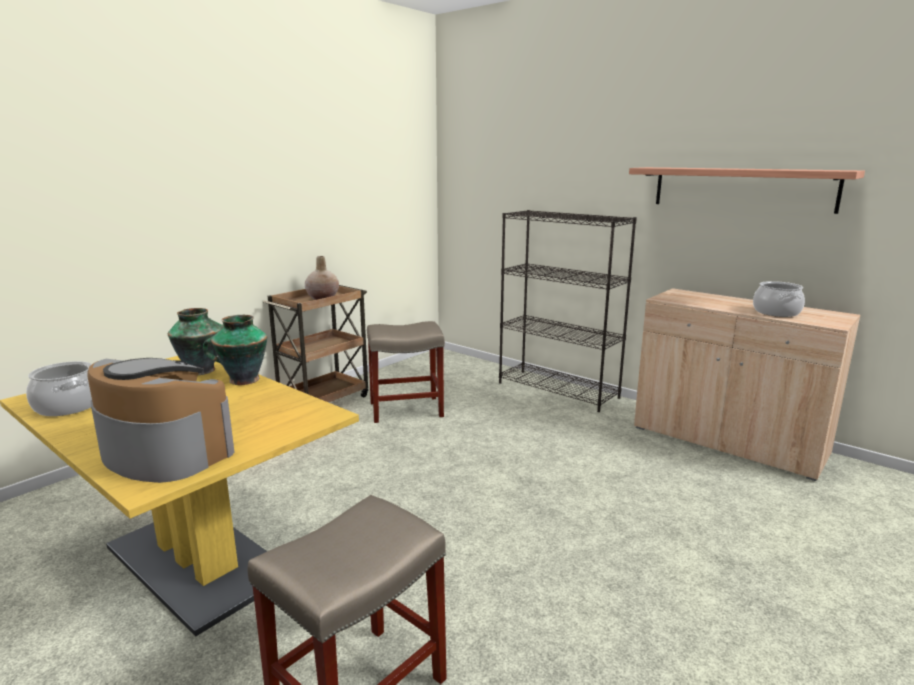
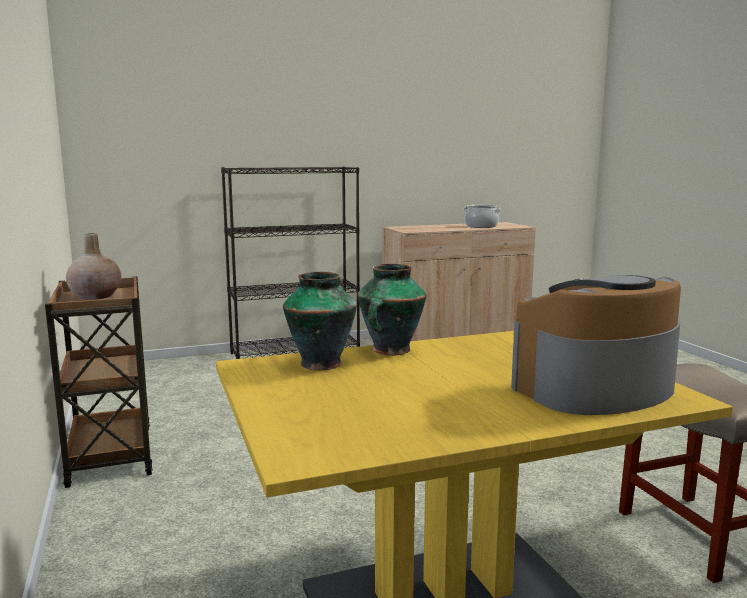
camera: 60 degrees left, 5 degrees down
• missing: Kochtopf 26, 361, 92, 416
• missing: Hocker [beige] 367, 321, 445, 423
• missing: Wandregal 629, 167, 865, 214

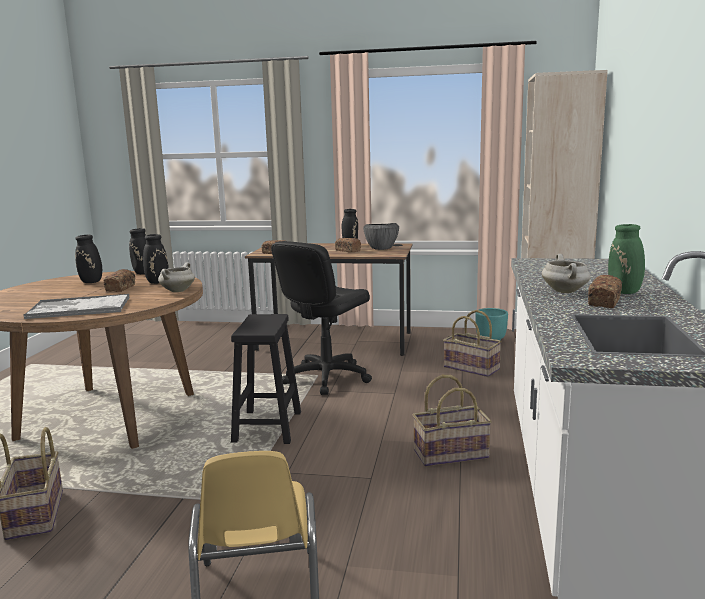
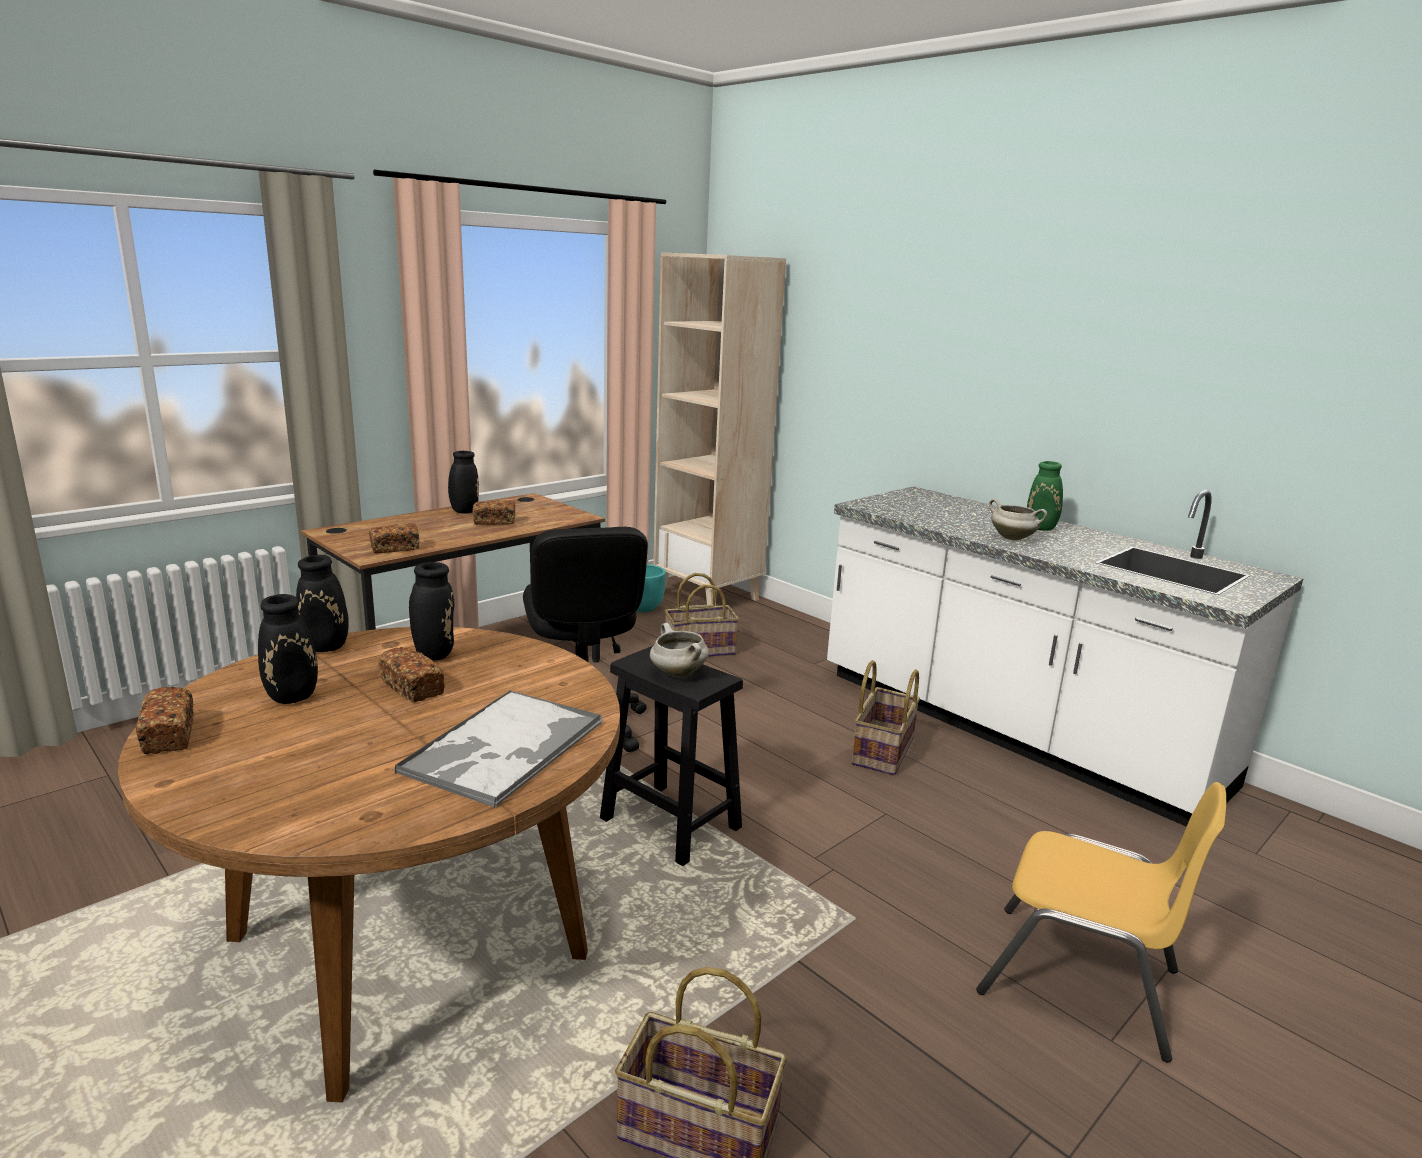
camera: 55 degrees left, 5 degrees up
• relocated: Kochtopf [weiß] 158, 262, 195, 292 to 650, 623, 709, 677
• missing: Schüssel 363, 223, 399, 250
• relocated: Brot 588, 275, 622, 308 to 136, 687, 194, 754

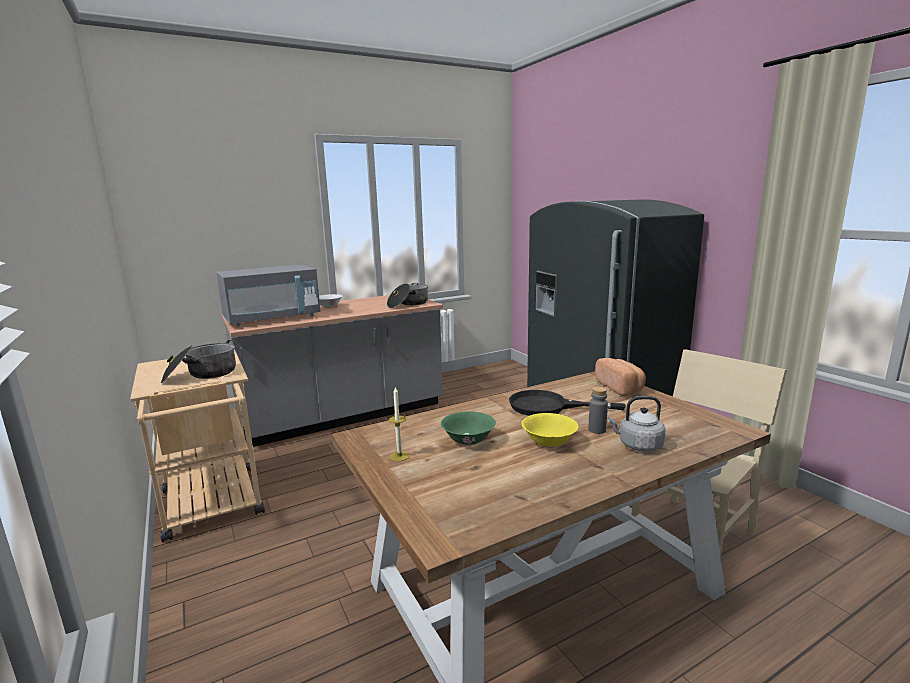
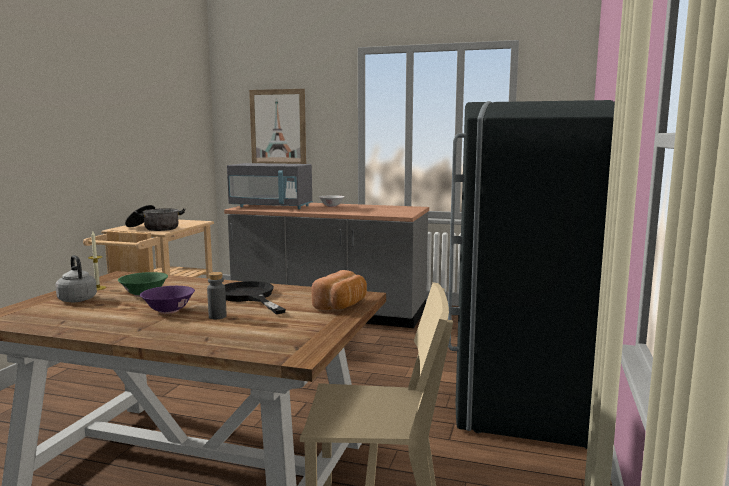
camera: 45 degrees right, 5 degrees down
• missing: Kochtopf 387, 283, 428, 308
• colour: Schüssel [gelb] 521, 413, 579, 448 to Schüssel [lila] 140, 286, 195, 314
• relocated: Wasserkessel [grau] 608, 396, 666, 452 to 55, 255, 97, 302
• appeared: Bild 249, 89, 306, 164

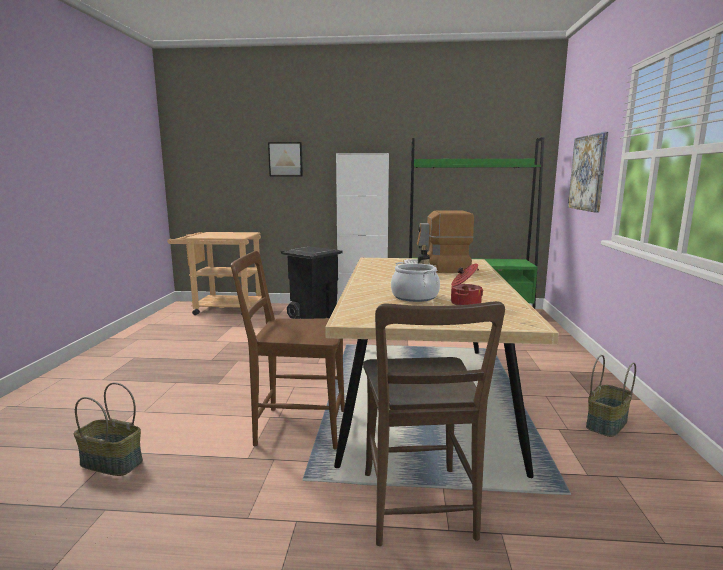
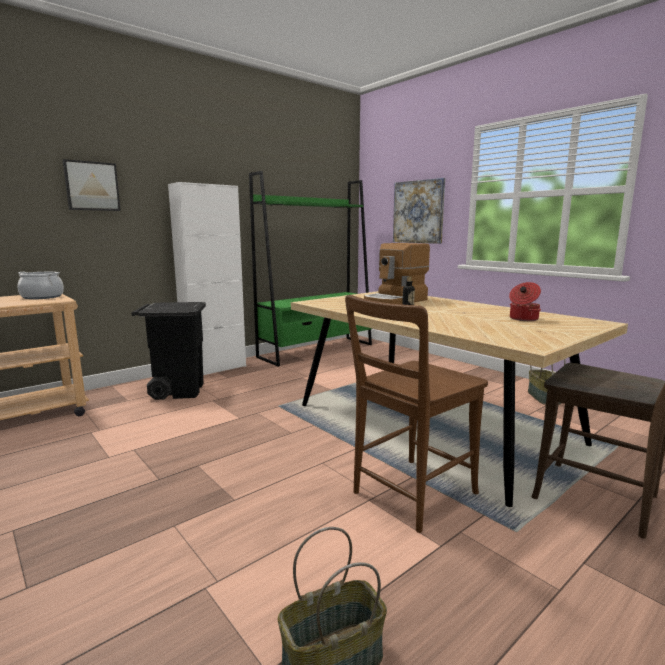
camera: 45 degrees left, 0 degrees up
• relocated: Kochtopf 391, 262, 440, 302 to 17, 272, 64, 300

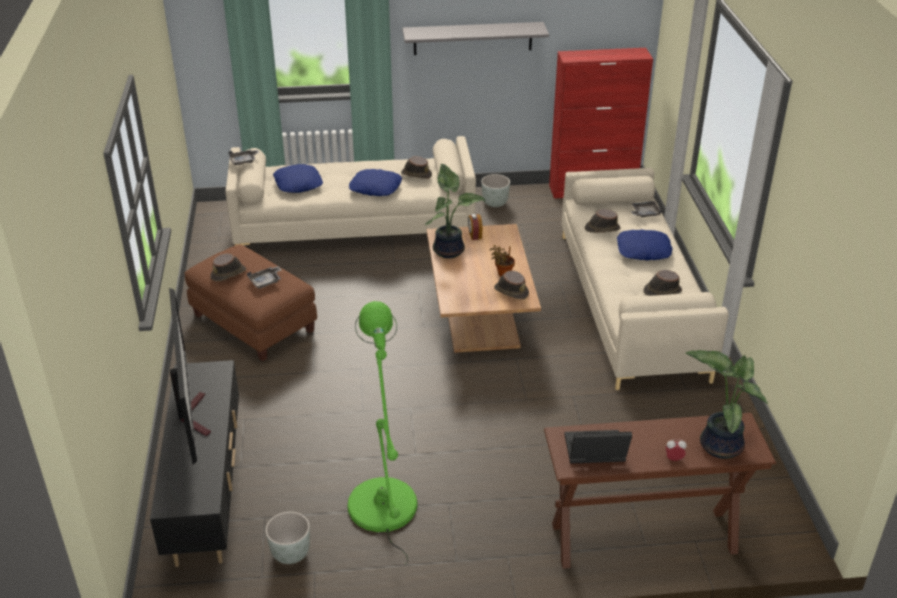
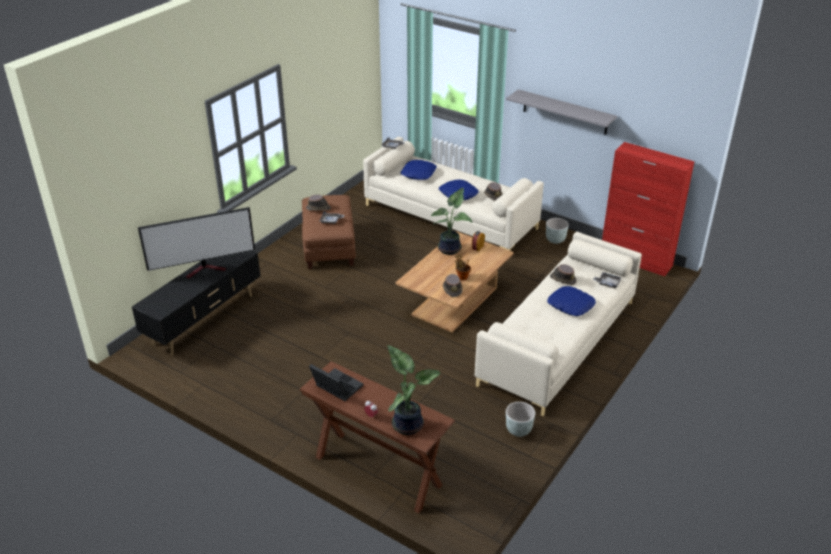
camera: 40 degrees right, 0 degrees up
• spun: Fernseher 169, 288, 211, 465 = 138, 207, 255, 278 45 degrees clockwise
• relocated: Pflanzkübel [grau] 265, 512, 310, 564 to 506, 402, 535, 437
• missing: Stehlampe [grün] 347, 301, 418, 565
• missing: Hut [braun] 643, 270, 682, 296

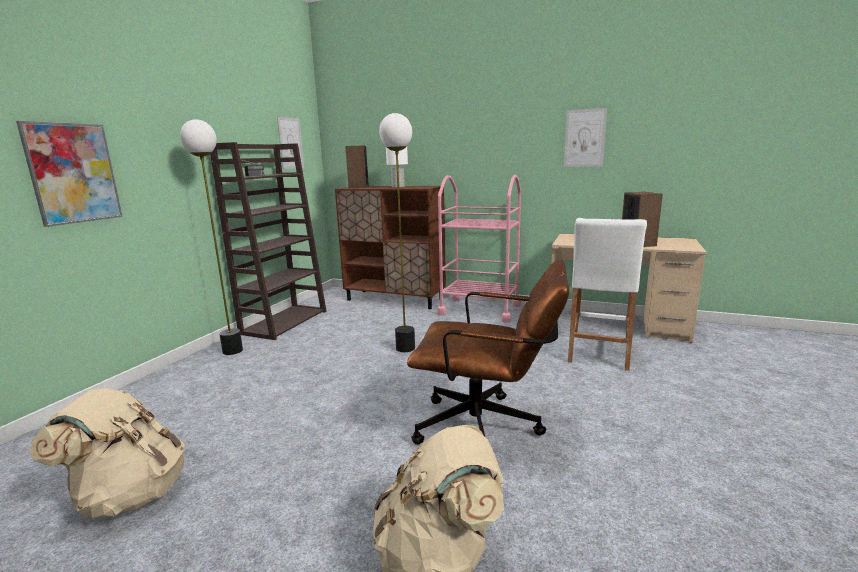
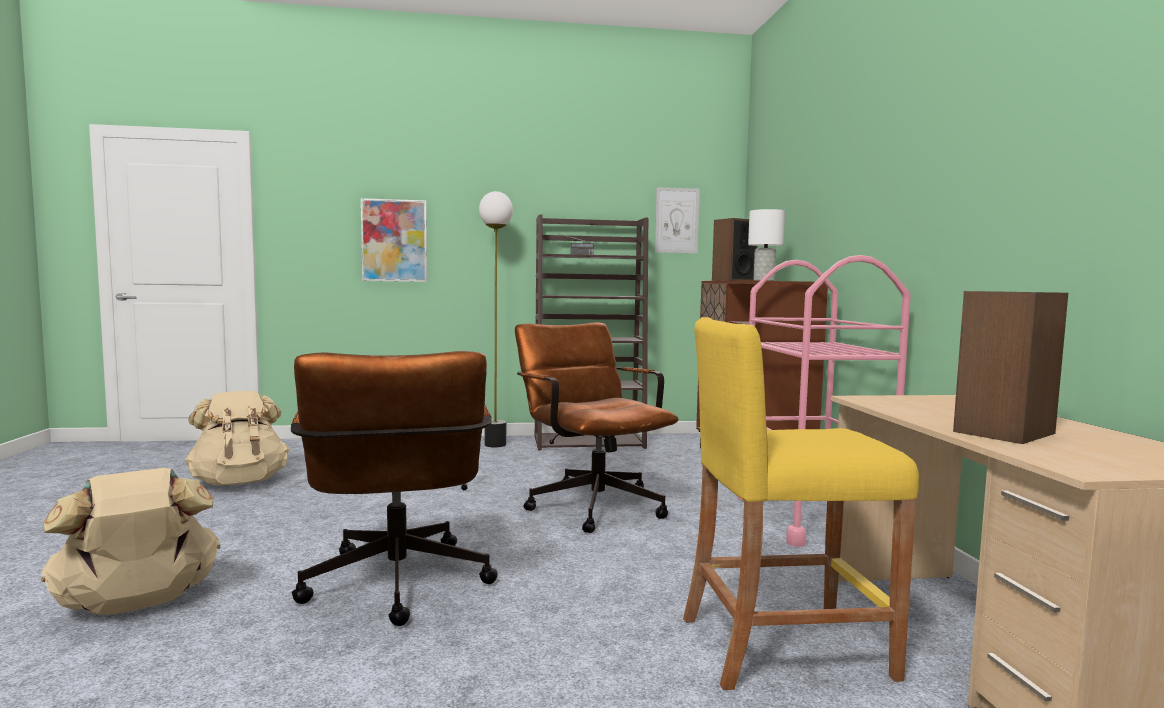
camera: 60 degrees right, 10 degrees down
• exchanged: Stehlampe 379, 113, 415, 352 to Bürostuhl [braun] 515, 322, 679, 533
• missing: Bild 564, 108, 607, 167
• colour: Hocker [weiß] 568, 218, 647, 371 to Hocker [gelb] 683, 317, 919, 690

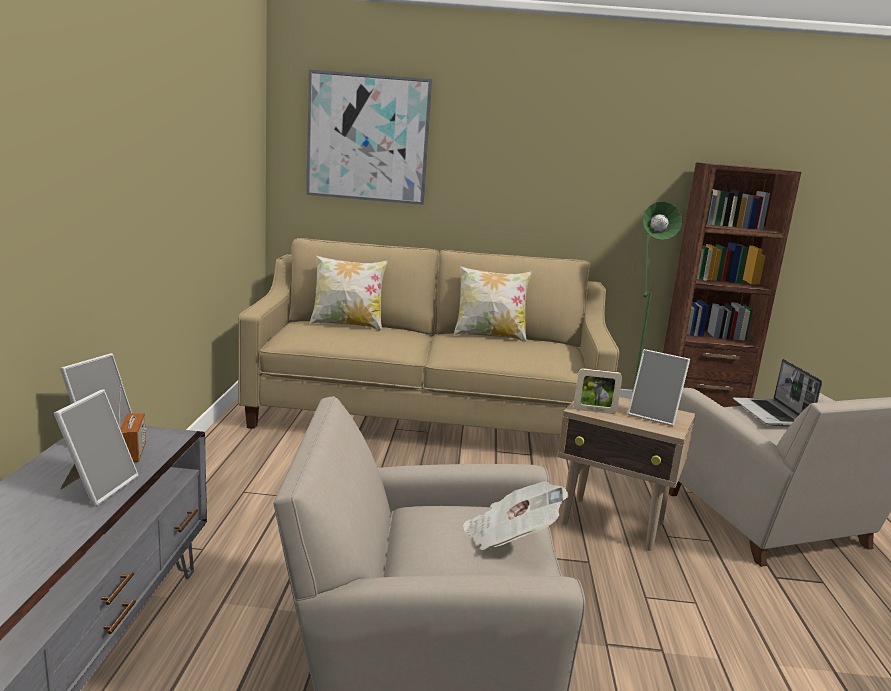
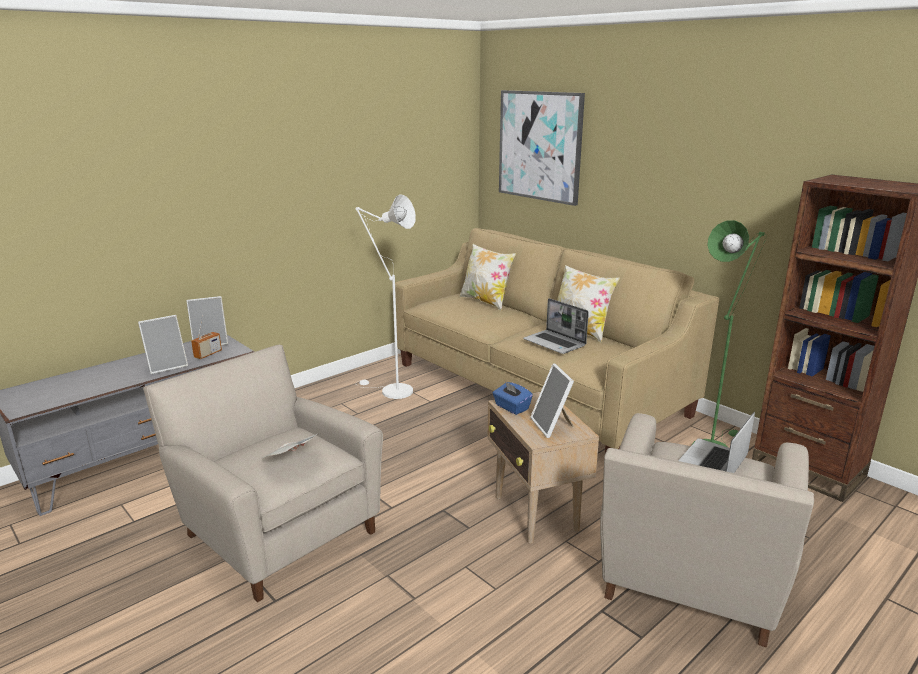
camera: 45 degrees right, 5 degrees up
• exchanged: Bilderrahmen 574, 368, 622, 414 to Taschentuchbox [blau] 493, 381, 533, 415
• appeared: Stehlampe [weiß] 355, 195, 416, 399
• appeared: Laptop 523, 298, 589, 354

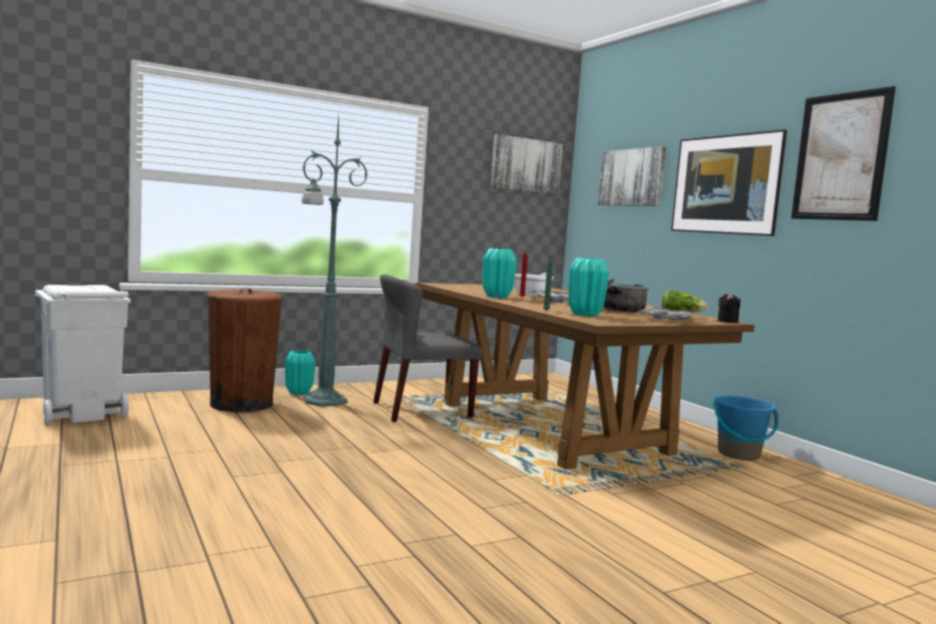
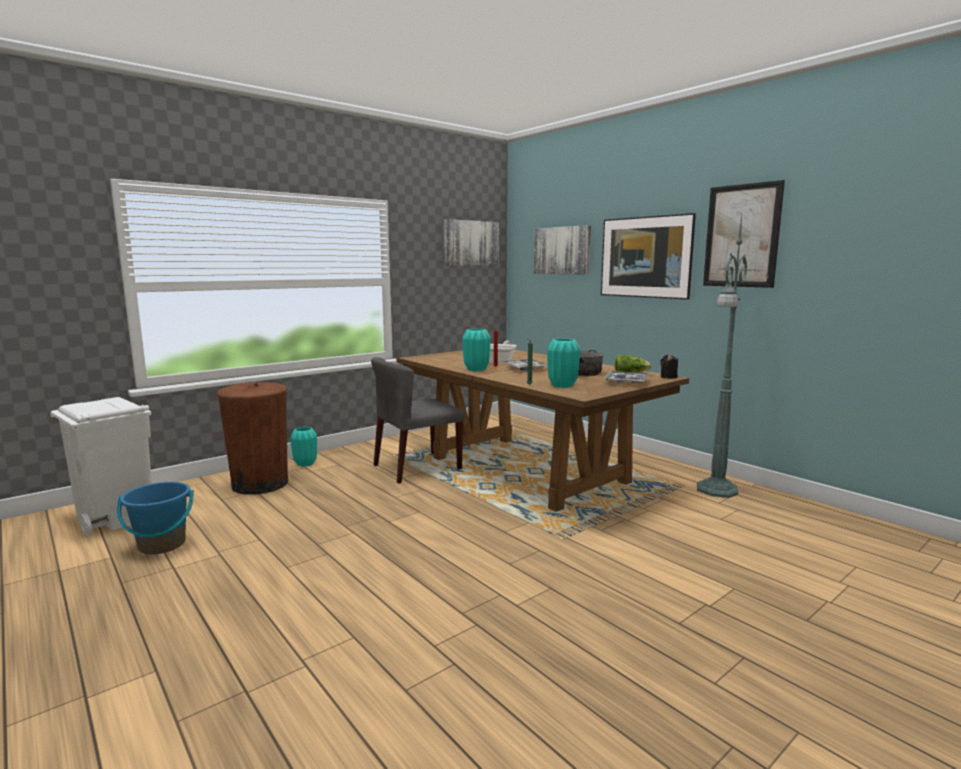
camera: 10 degrees left, 5 degrees up
• relocated: Stehlampe [grün] 302, 116, 368, 407 to 697, 214, 747, 498
• relocated: Eimer [blau] 713, 395, 779, 461 to 117, 482, 194, 555

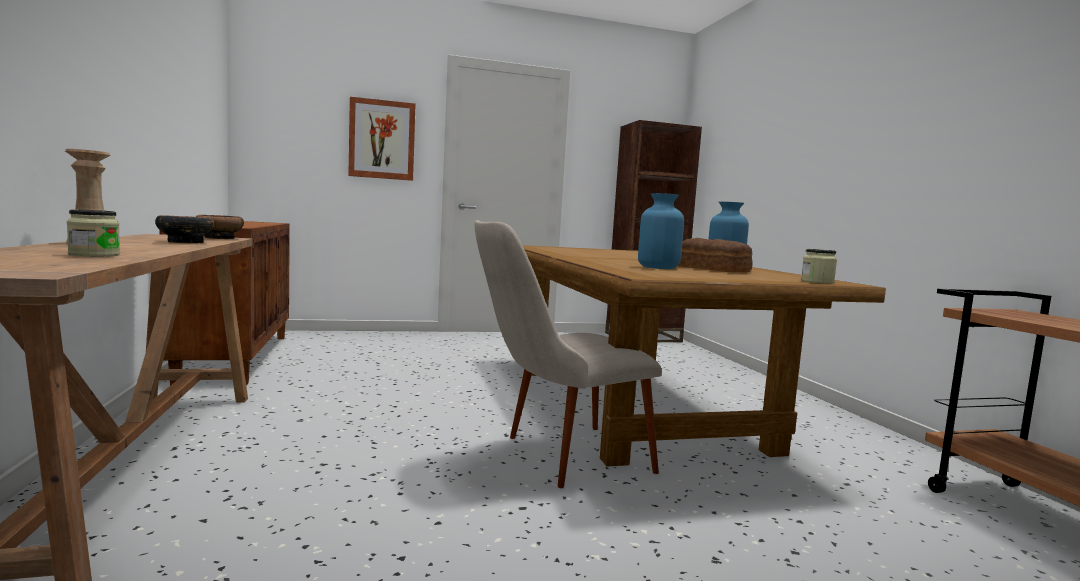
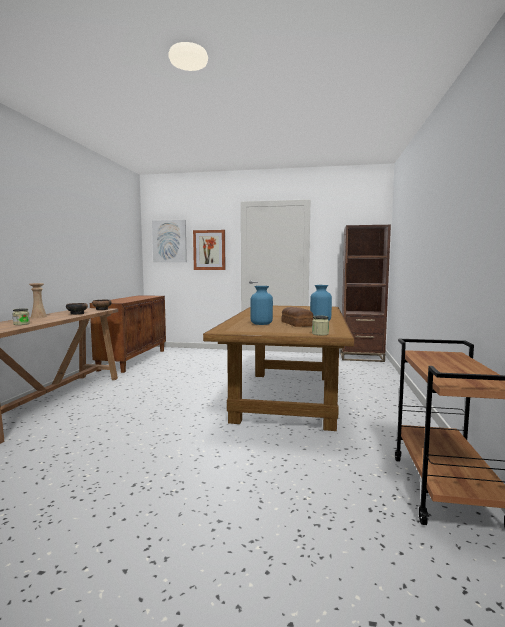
camera: 25 degrees right, 0 degrees up
• missing: Stuhl [beige] 475, 220, 662, 488
• appeared: Bild 152, 220, 187, 262

